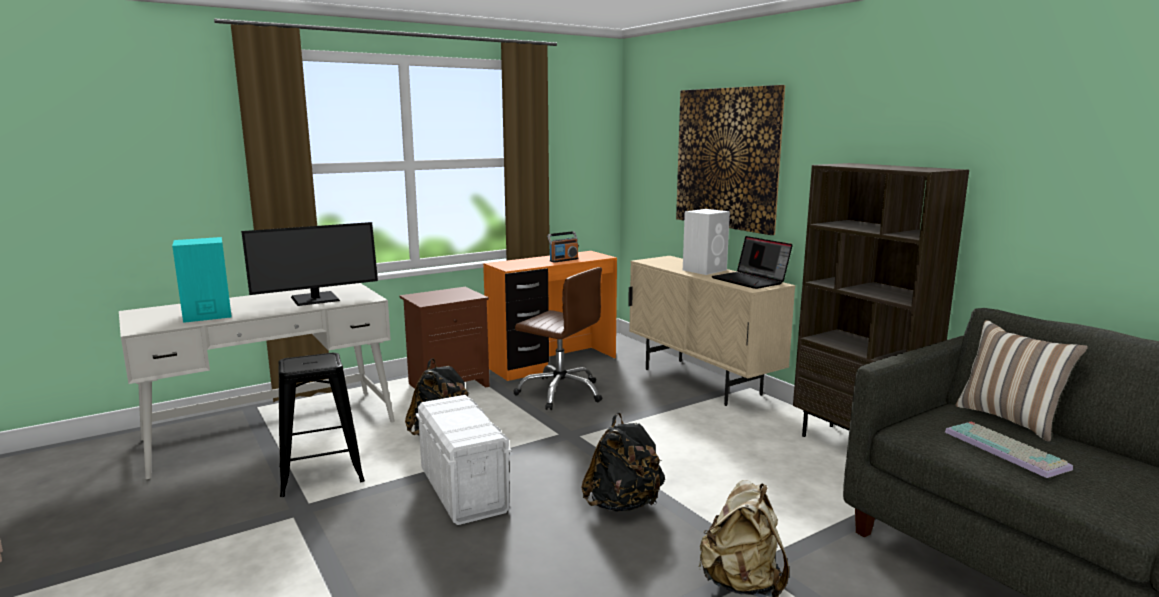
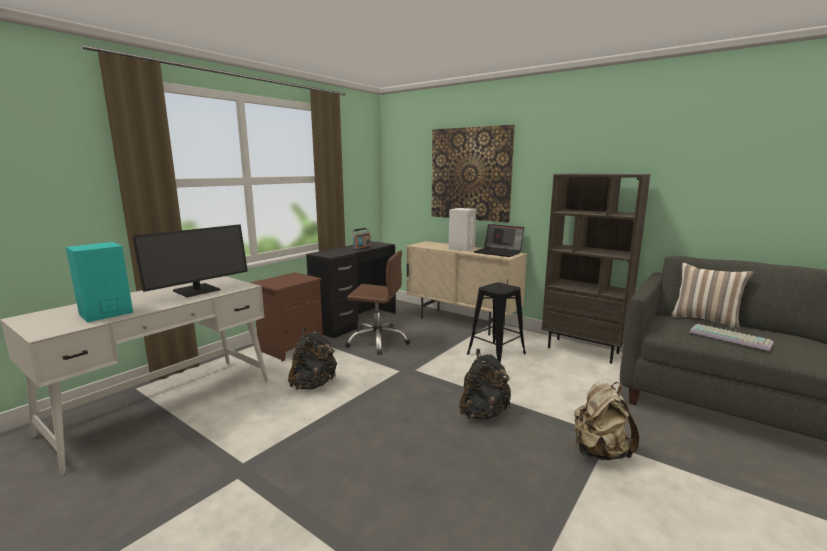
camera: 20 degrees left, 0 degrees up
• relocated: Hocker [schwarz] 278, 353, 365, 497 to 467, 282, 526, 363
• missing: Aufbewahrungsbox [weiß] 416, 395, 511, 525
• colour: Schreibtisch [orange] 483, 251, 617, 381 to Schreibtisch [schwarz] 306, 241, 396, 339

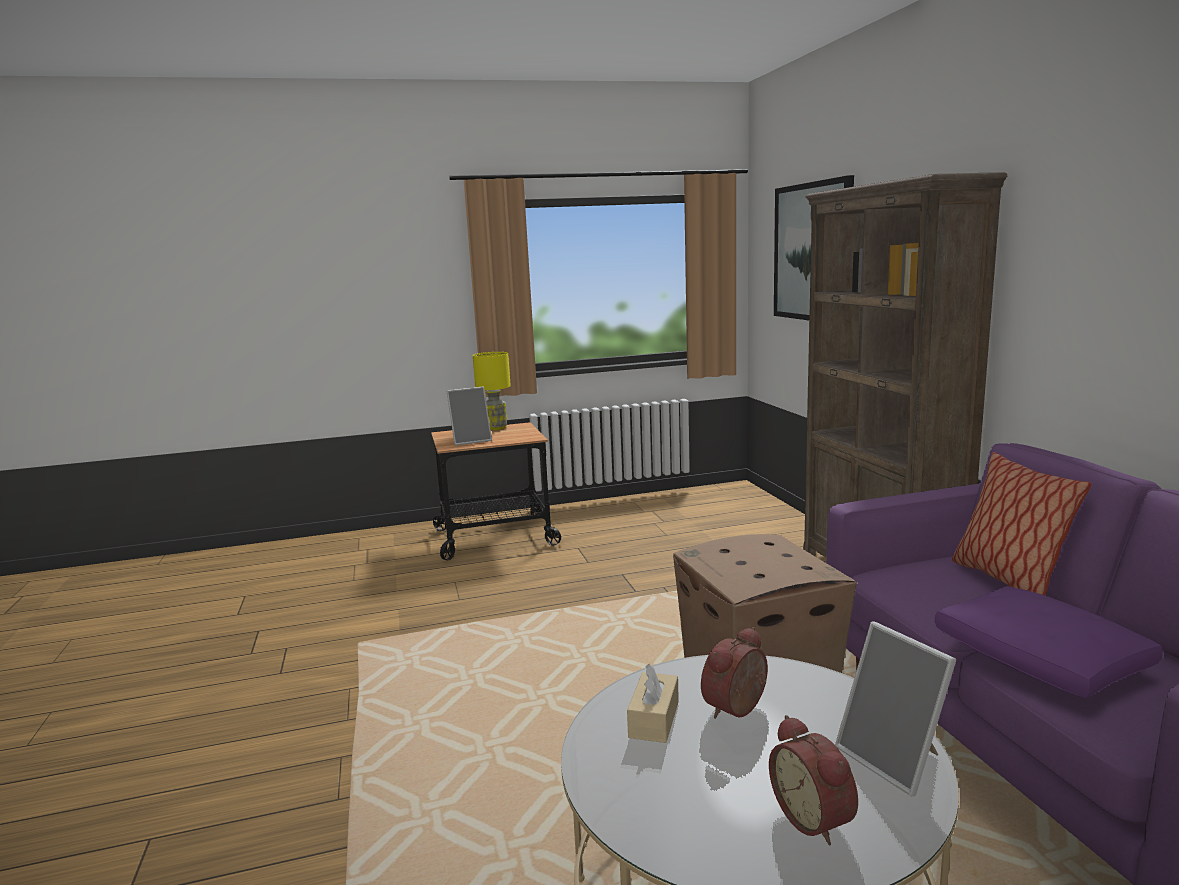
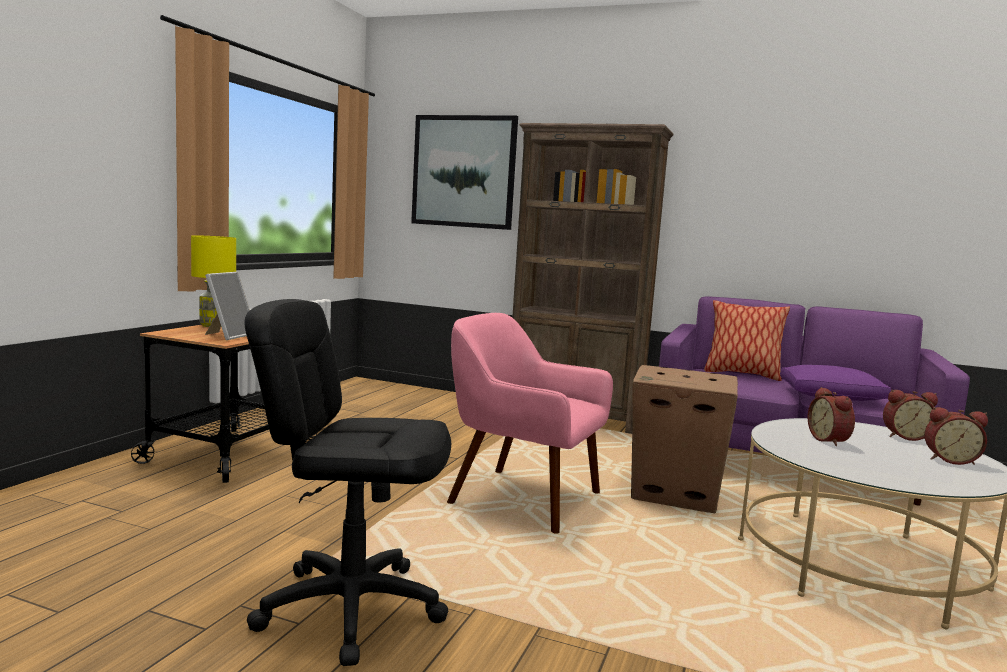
camera: 55 degrees left, 5 degrees down
• missing: Taschentuchbox [beige] 627, 663, 679, 743
• exchanged: Bilderrahmen 835, 622, 956, 797 to Wecker 883, 390, 938, 441
• appeared: Bürostuhl [schwarz] 245, 299, 451, 666
• appeared: Sessel [rosa] 447, 313, 613, 534

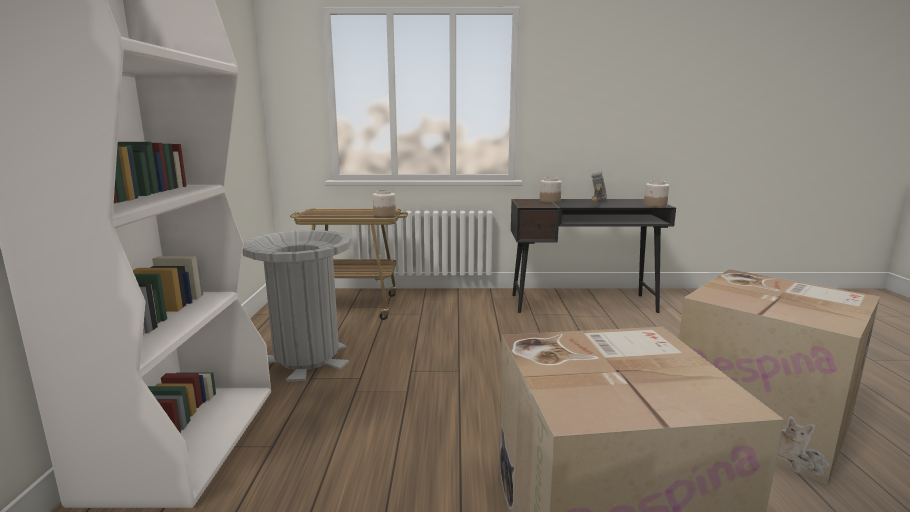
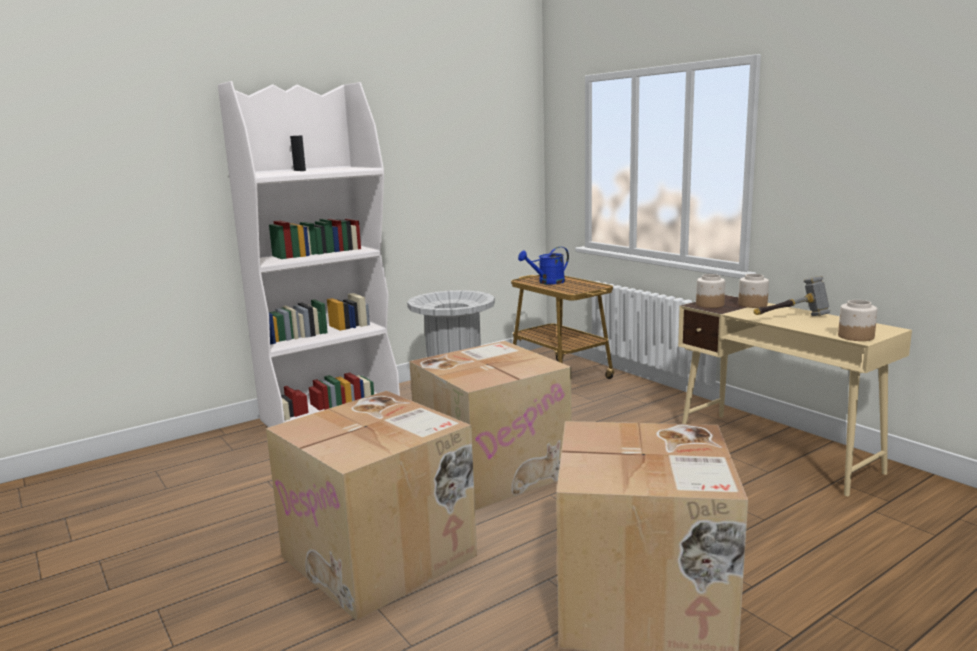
camera: 55 degrees right, 0 degrees up
• relocated: Vorratsglas 373, 190, 396, 217 to 696, 274, 725, 308
• colour: Schreibtisch [schwarz] 511, 199, 676, 313 to Schreibtisch [beige] 678, 295, 912, 496
• appeared: Karton 409, 341, 572, 510
• appeared: Gießkanne [blau] 518, 247, 569, 285

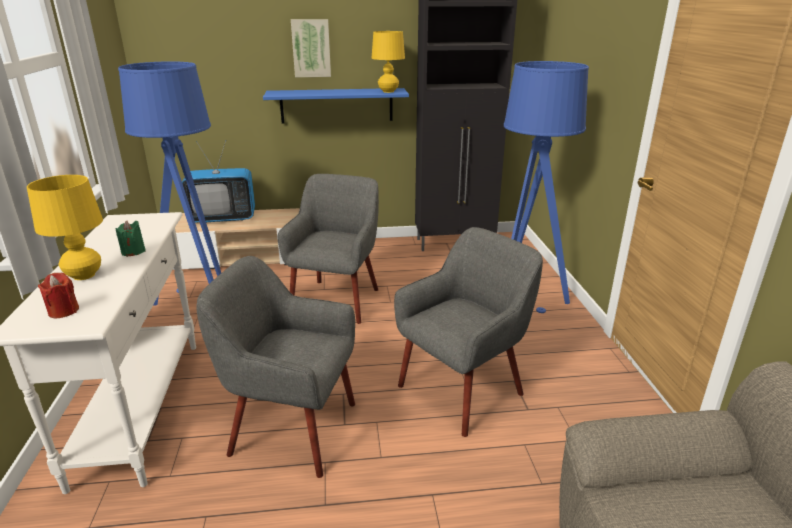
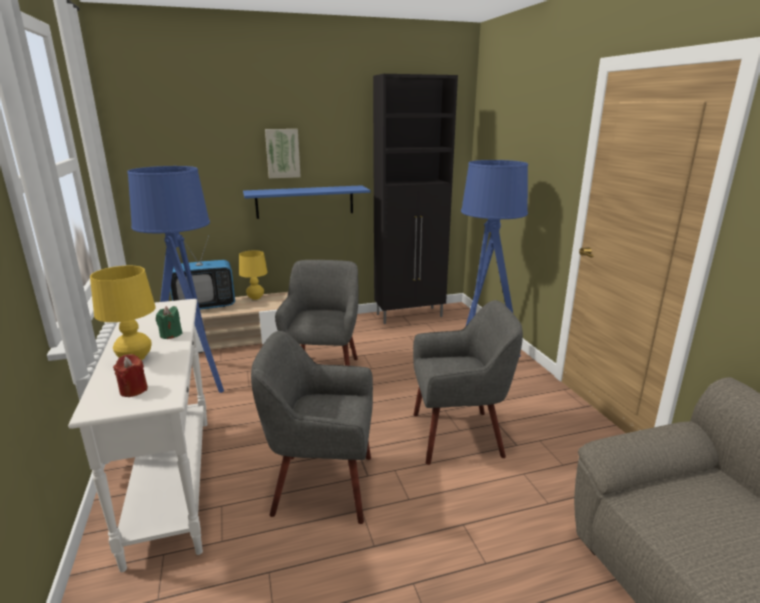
camera: 10 degrees left, 5 degrees down
• relocated: Tischlampe [gelb] 371, 31, 405, 93 to 239, 251, 268, 300
• spun: Sessel [grau] 394, 227, 543, 437 = 413, 300, 523, 465 45 degrees clockwise

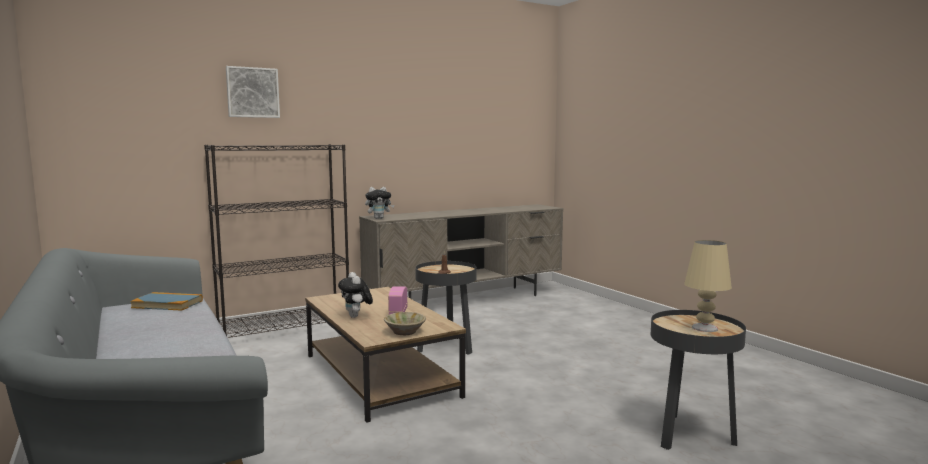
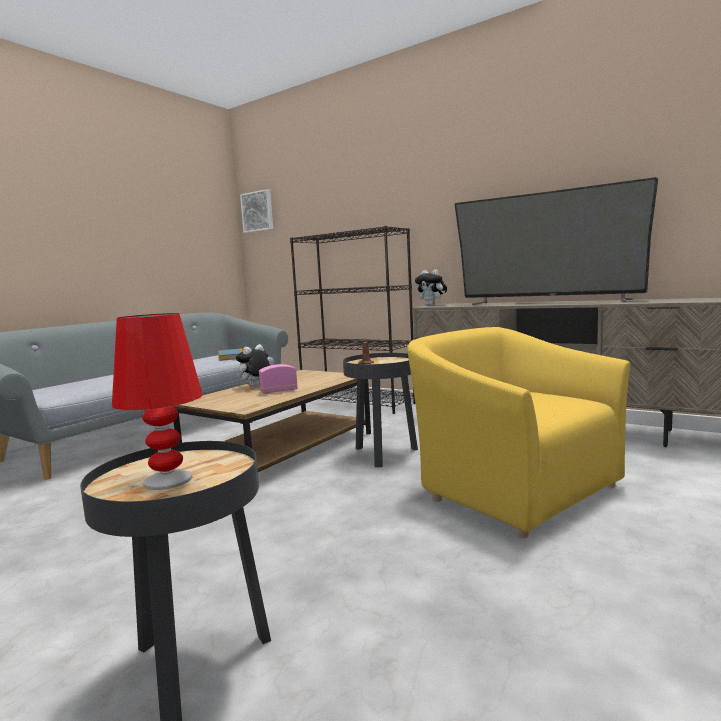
camera: 65 degrees right, 0 degrees up
• relocated: Bild 226, 66, 280, 118 to 240, 189, 273, 233
• missing: Schüssel [beige] 384, 312, 426, 335
• colour: Tischlampe [beige] 684, 240, 732, 332 to Tischlampe [rot] 112, 313, 202, 490
• appeared: Sessel [gelb] 407, 327, 630, 538
• appeared: Fernseher 455, 177, 658, 305

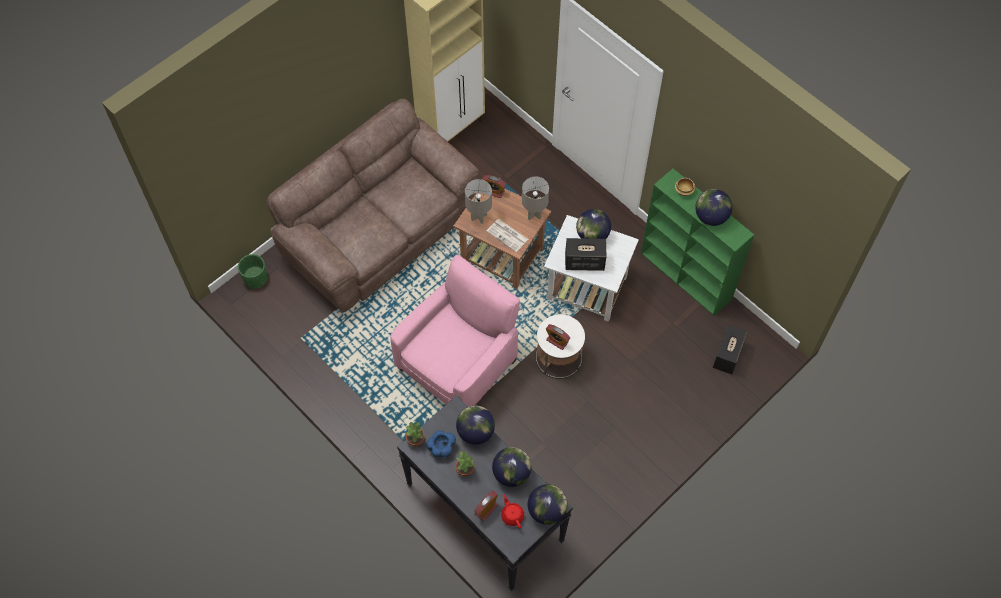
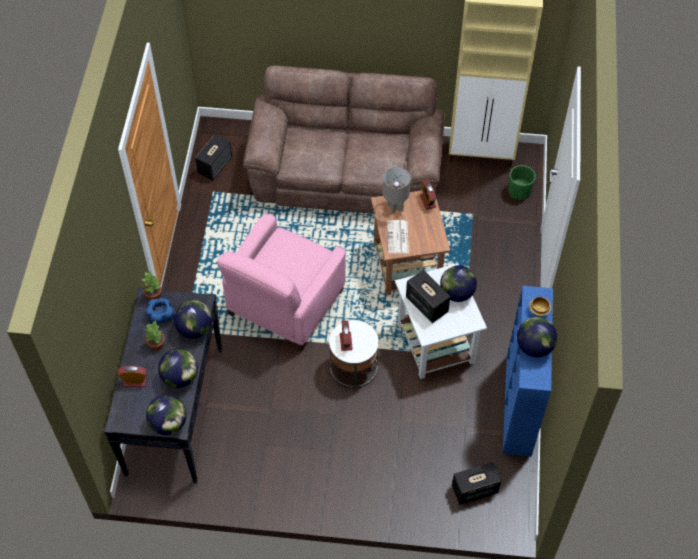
camera: 50 degrees right, 5 degrees down
• relocated: Pflanzkübel [grün] 238, 254, 267, 289 to 508, 165, 536, 200
• spun: Sessel [rosa] 390, 255, 520, 407 = 217, 214, 346, 351 120 degrees clockwise
• missing: Teekanne [rot] 501, 495, 524, 529
• missing: Tischlampe [grau] 522, 176, 549, 220
• colour: Bücherregal [grün] 641, 169, 754, 316 to Bücherregal [blau] 503, 286, 553, 456
• appeared: Lautsprecher 195, 134, 232, 180

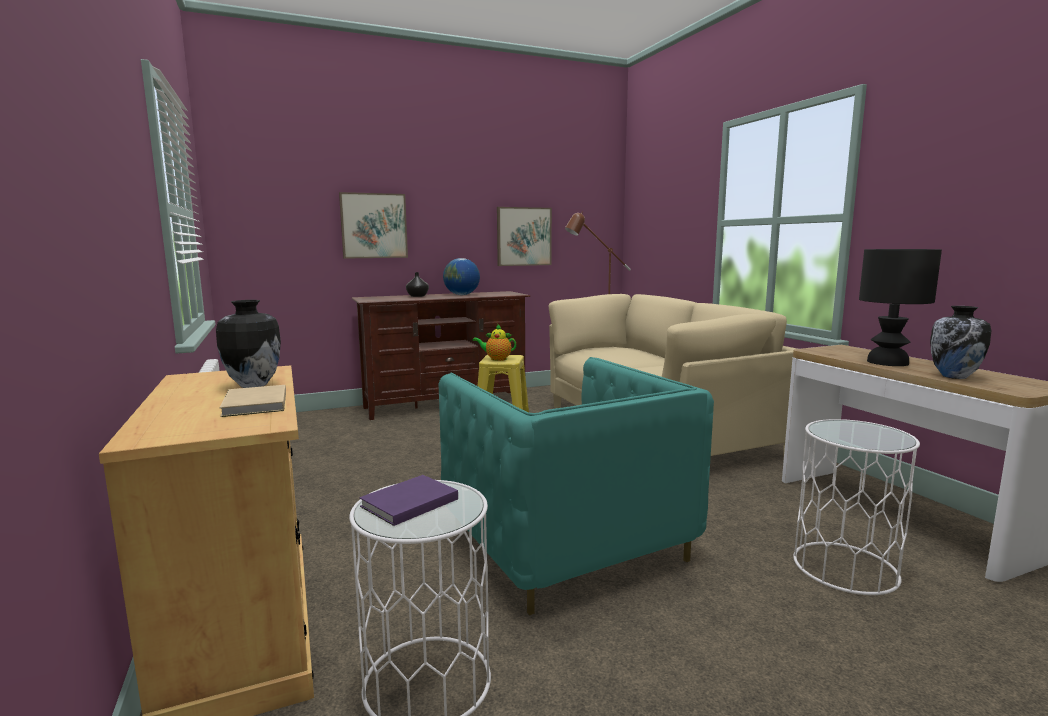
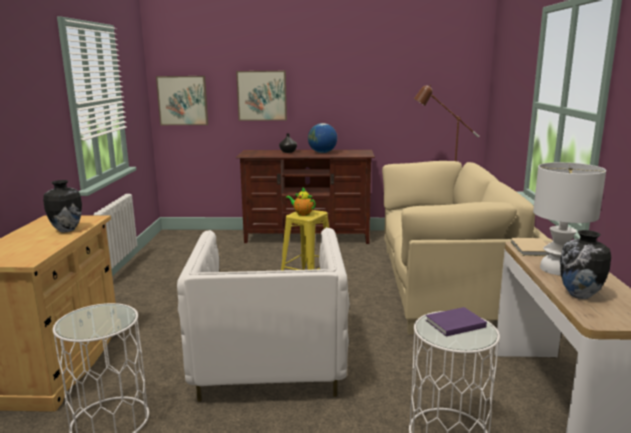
camera: 25 degrees right, 5 degrees up
• relocated: Buch [beige] 219, 385, 286, 417 to 510, 238, 549, 256
• relocated: Buch [lila] 359, 475, 458, 526 to 426, 307, 487, 337
• colour: Sessel [türkis] 439, 357, 714, 615 to Sessel [weiß] 177, 227, 350, 402
• relocated: Bild 497, 207, 552, 266 to 156, 76, 208, 125
• colour: Tischlampe [schwarz] 859, 249, 942, 366 to Tischlampe [weiß] 533, 162, 606, 276

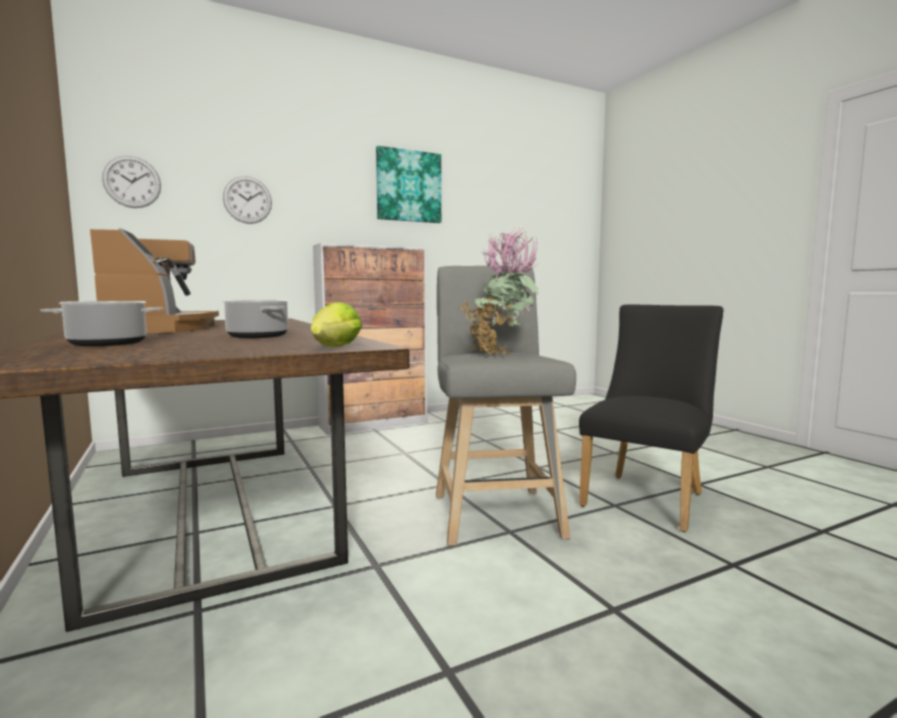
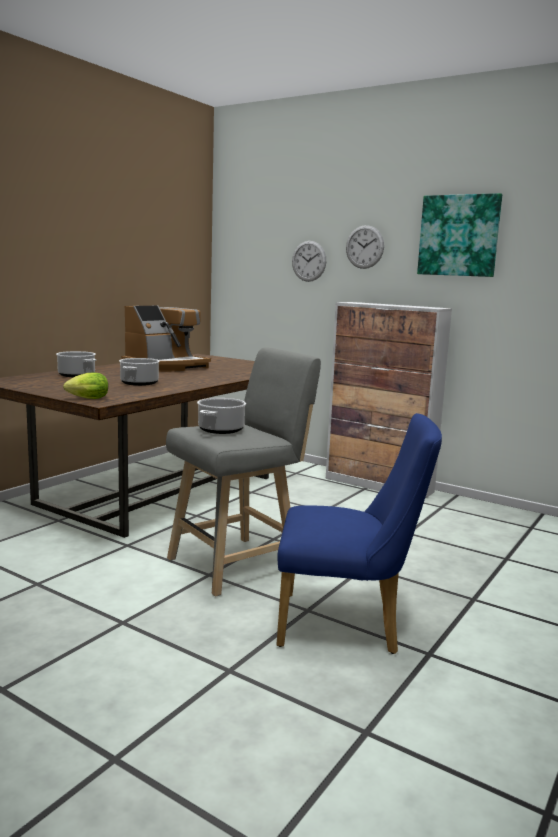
camera: 60 degrees right, 5 degrees up
• relocated: Wanduhr 102, 156, 161, 208 to 346, 225, 384, 269
• exchanged: Topfpflanze 460, 228, 539, 356 to Kochtopf 197, 398, 246, 434
• colour: Stuhl [schwarz] 579, 304, 724, 532 to Stuhl [blau] 276, 413, 442, 654

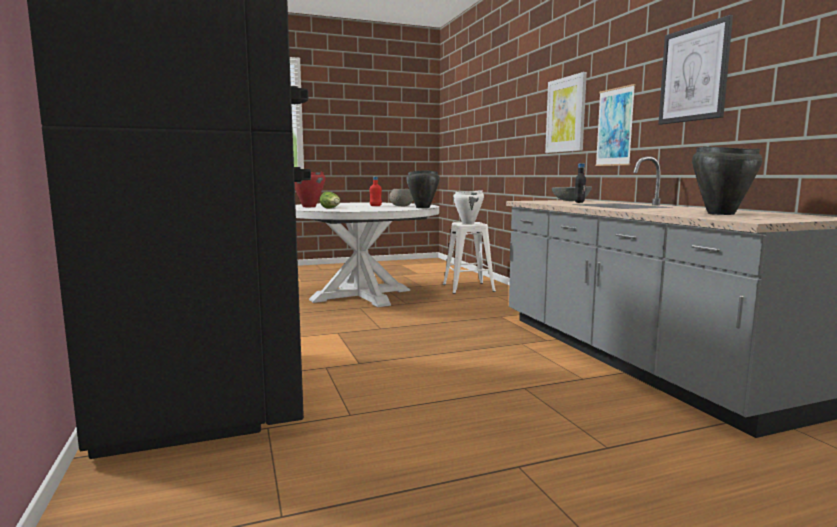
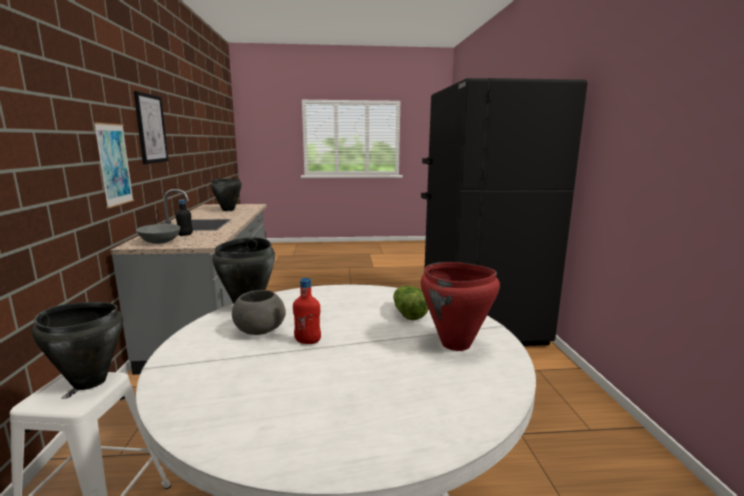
camera: 165 degrees left, 5 degrees up
• colour: Kochtopf [weiß] 453, 190, 484, 224 to Kochtopf [schwarz] 32, 302, 123, 390
• missing: Bild 545, 72, 587, 153

